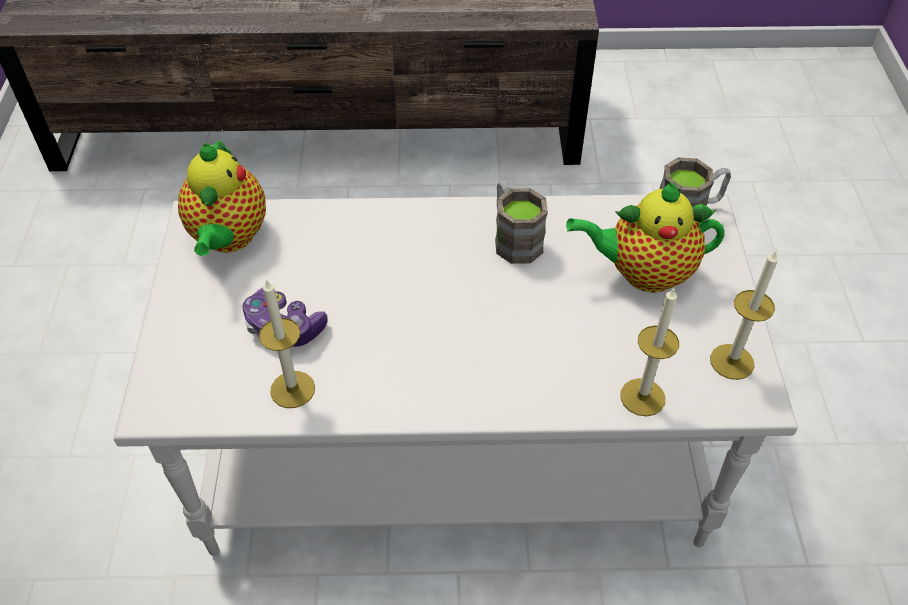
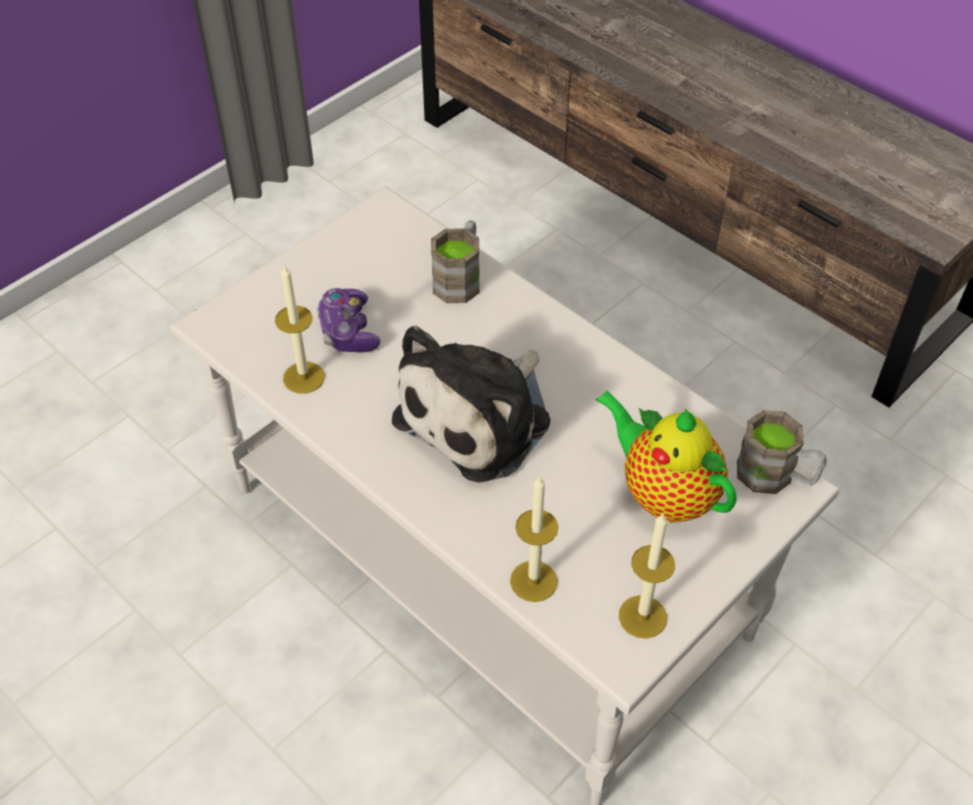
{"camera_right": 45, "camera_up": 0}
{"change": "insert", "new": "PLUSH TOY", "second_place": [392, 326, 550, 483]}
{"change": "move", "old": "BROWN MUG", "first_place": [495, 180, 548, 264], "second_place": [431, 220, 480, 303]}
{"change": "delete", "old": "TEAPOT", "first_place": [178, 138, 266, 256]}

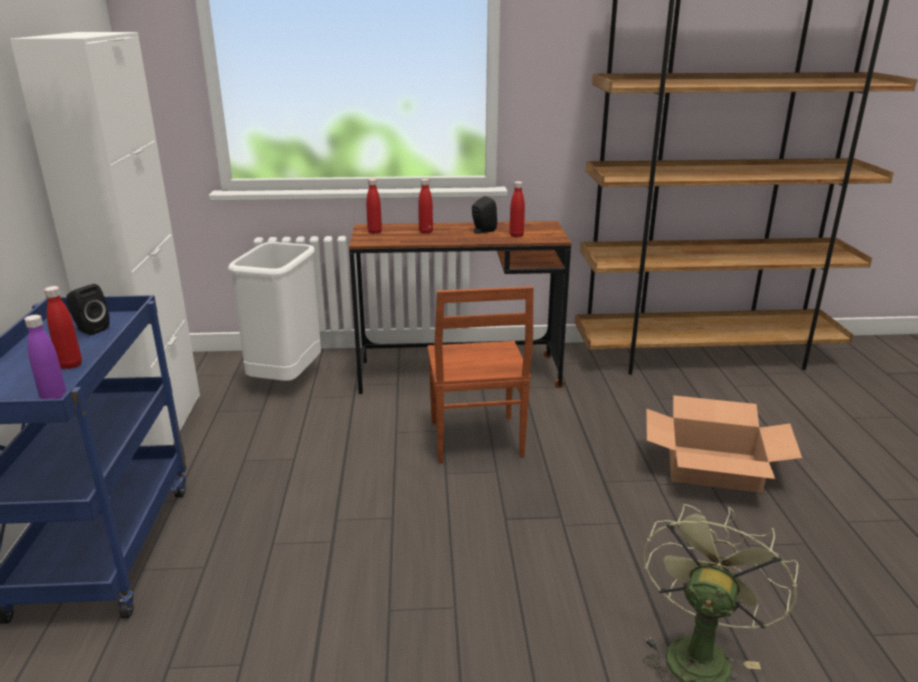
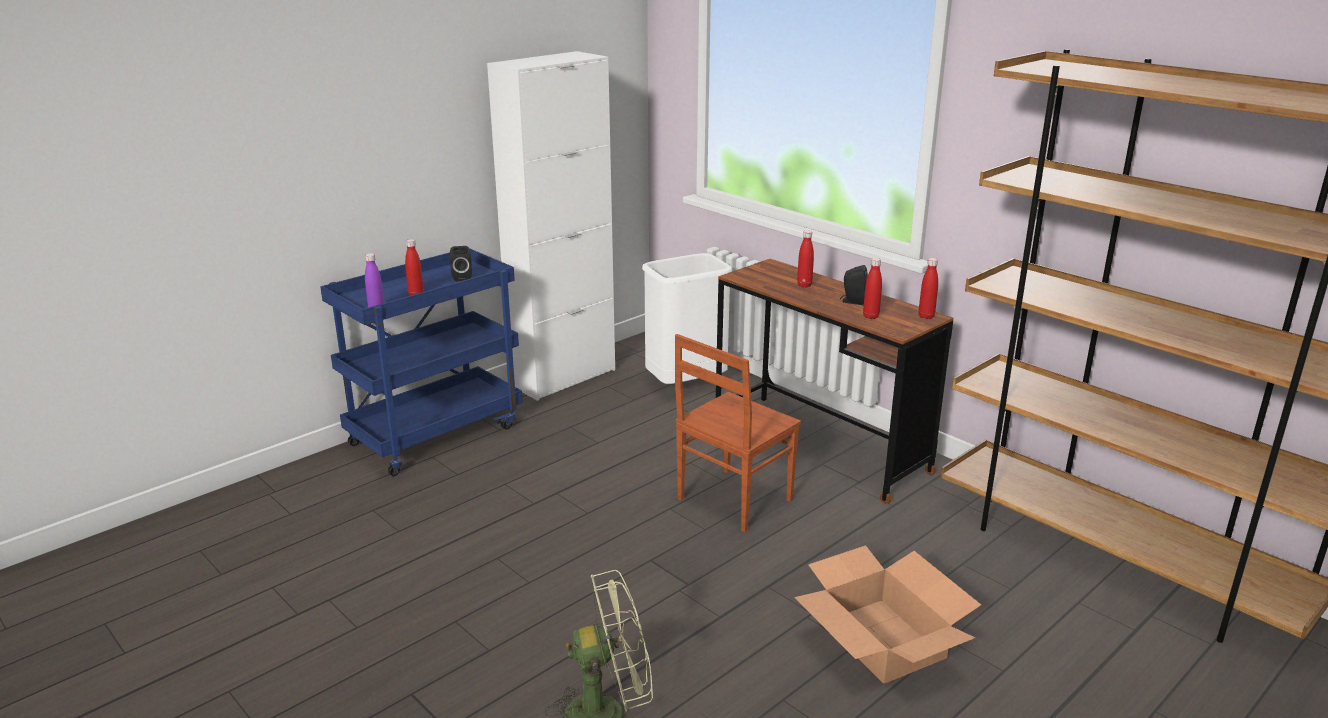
{"camera_right": 50, "camera_up": 0}
{"change": "move", "old": "RED BOTTLE", "first_place": [366, 179, 382, 234], "second_place": [918, 258, 938, 319]}

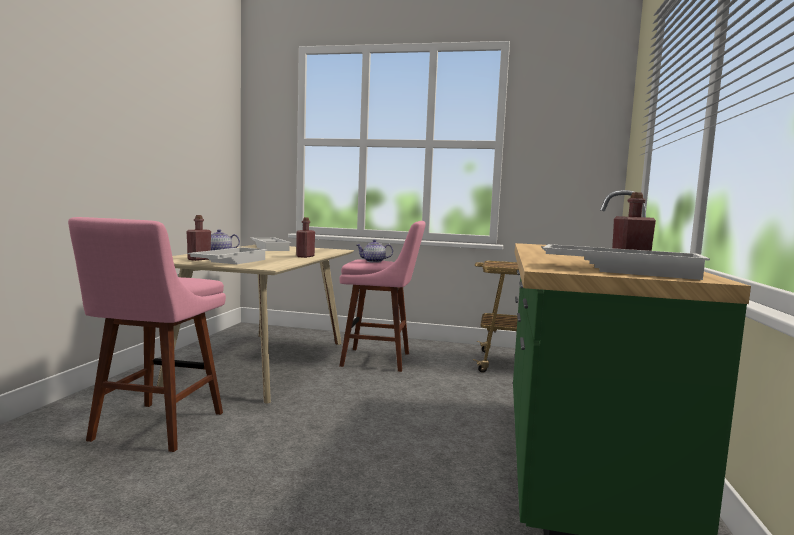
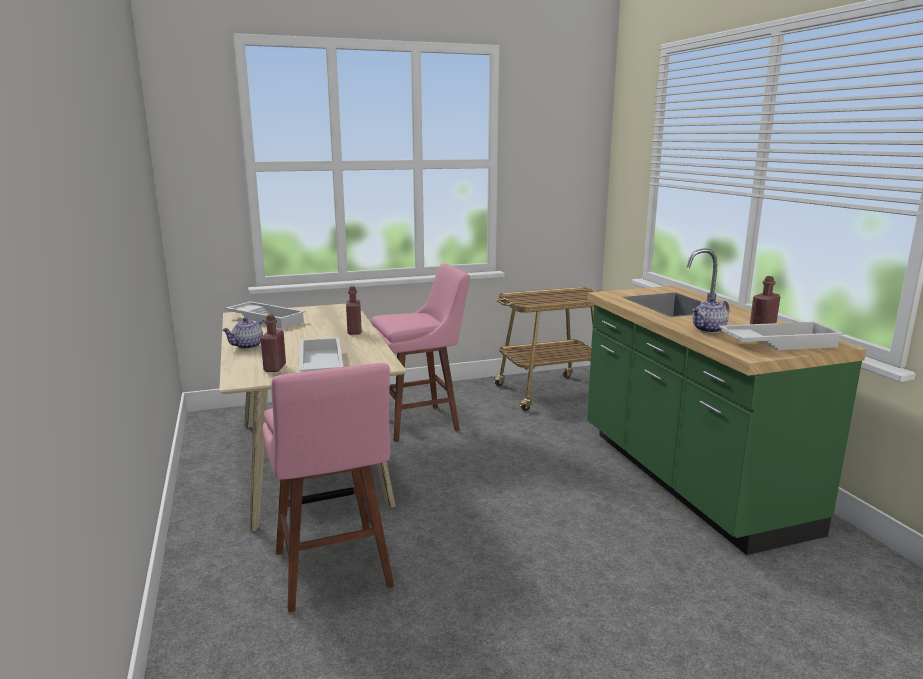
{"camera_right": -30, "camera_up": 10}
{"change": "move", "old": "TEAPOT", "first_place": [357, 239, 393, 263], "second_place": [692, 298, 730, 333]}

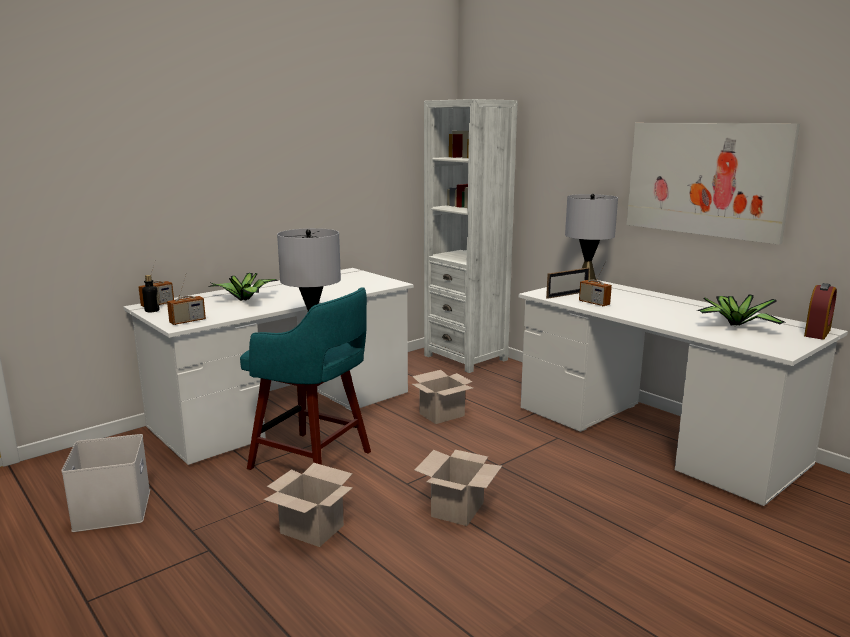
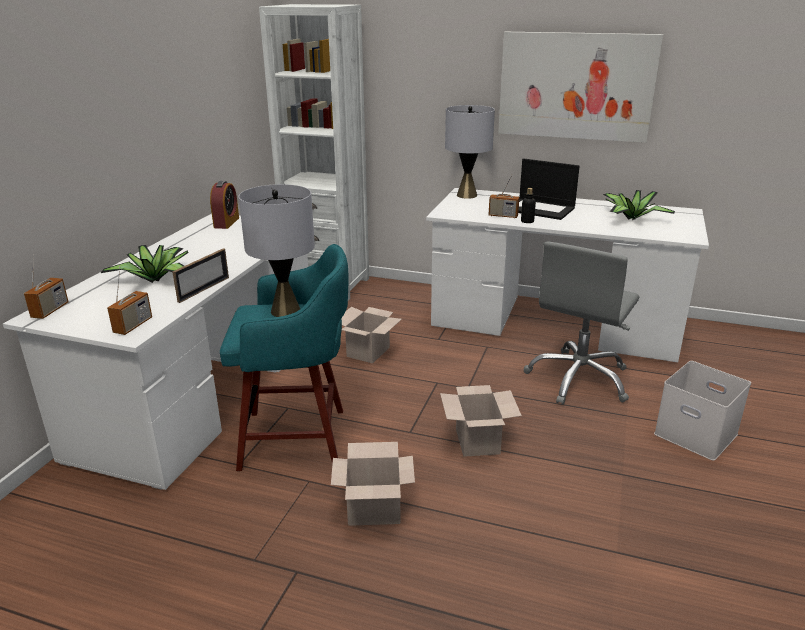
{"camera_right": -30, "camera_up": 10}
{"change": "move", "old": "PICTURE FRAME", "first_place": [546, 268, 589, 299], "second_place": [172, 248, 229, 303]}
{"change": "move", "old": "ALARM CLOCK", "first_place": [804, 283, 837, 340], "second_place": [210, 181, 239, 229]}
{"change": "insert", "new": "LAPTOP", "second_place": [518, 158, 580, 220]}
{"change": "move", "old": "BOTTLE", "first_place": [142, 275, 160, 312], "second_place": [521, 188, 536, 223]}
{"change": "insert", "new": "GREY OFFICE CHAIR", "second_place": [524, 242, 639, 405]}
{"change": "move", "old": "WHITE STORAGE BOX", "first_place": [62, 434, 150, 532], "second_place": [654, 361, 751, 461]}

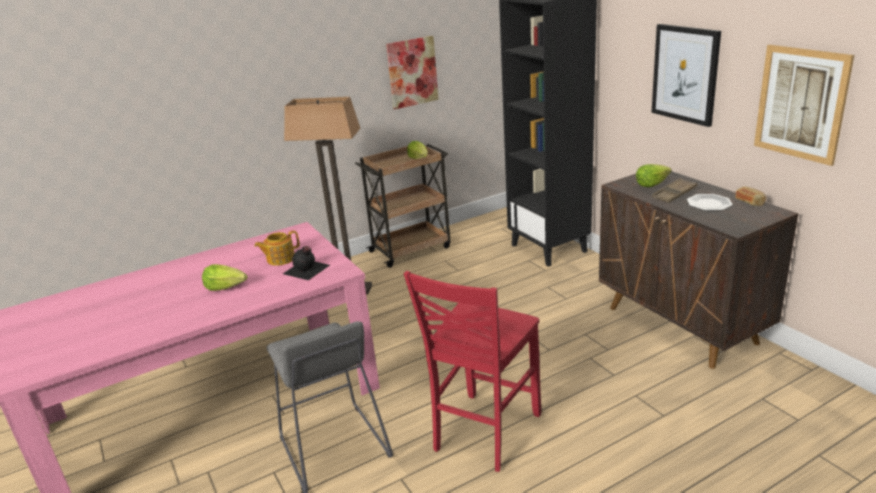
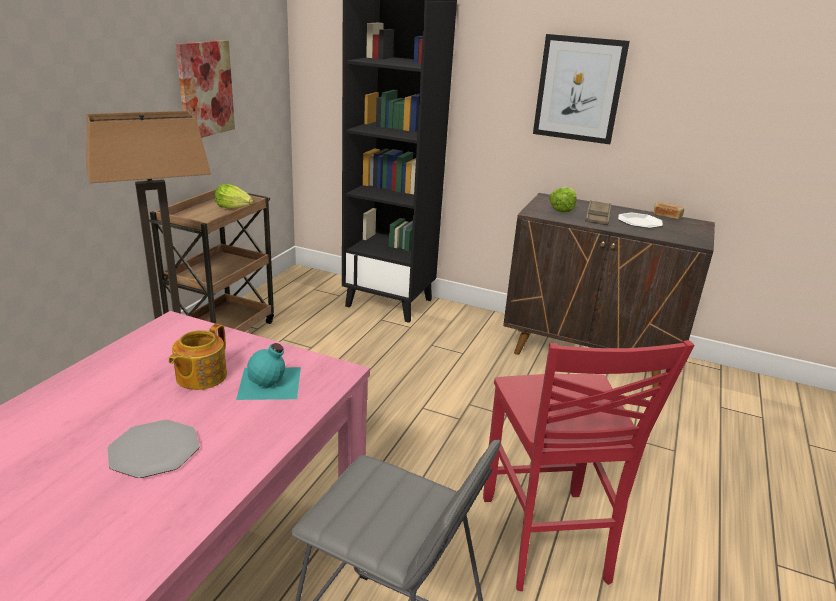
{"camera_right": -40, "camera_up": 0}
{"change": "replace", "old": "LETTUCE", "new": "PLATE", "first_place": [202, 264, 247, 291], "second_place": [107, 420, 200, 478]}
{"change": "recolor", "old": "BLACK BOTTLE", "new": "TURQUOISE BOTTLE", "first_place": [283, 246, 330, 280], "second_place": [236, 343, 301, 400]}
{"change": "delete", "old": "PICTURE", "first_place": [754, 45, 854, 166]}

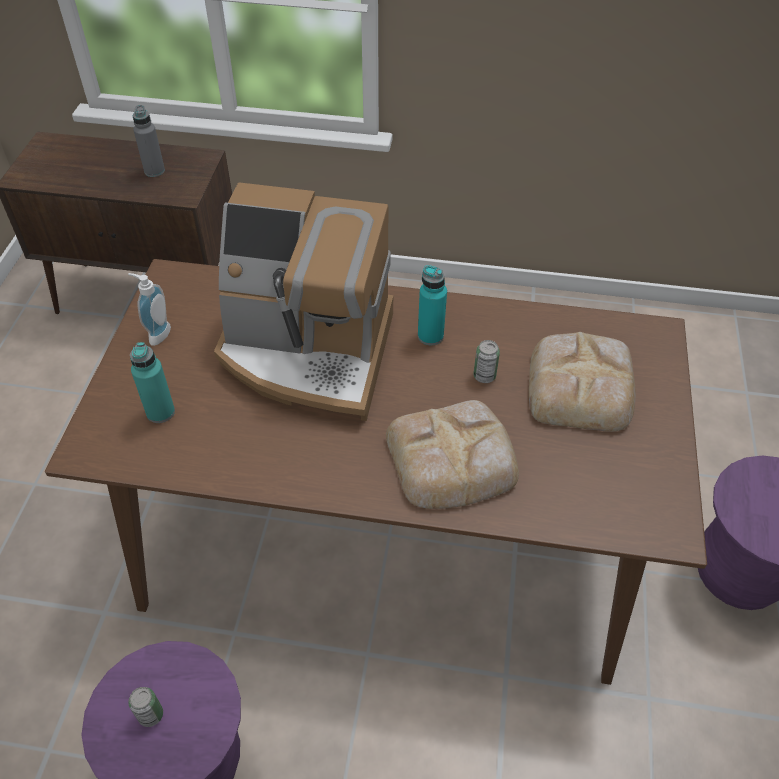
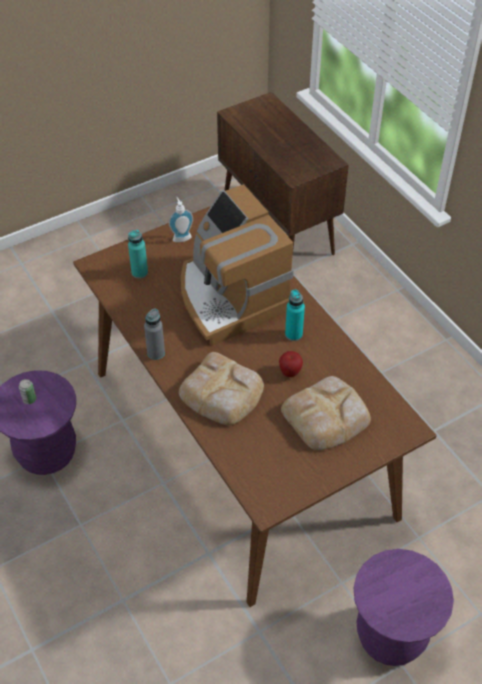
{"camera_right": 50, "camera_up": 0}
{"change": "move", "old": "GREY BOTTLE", "first_place": [133, 105, 165, 177], "second_place": [144, 308, 165, 360]}
{"change": "replace", "old": "CAN", "new": "APPLE", "first_place": [473, 340, 500, 383], "second_place": [279, 351, 303, 377]}

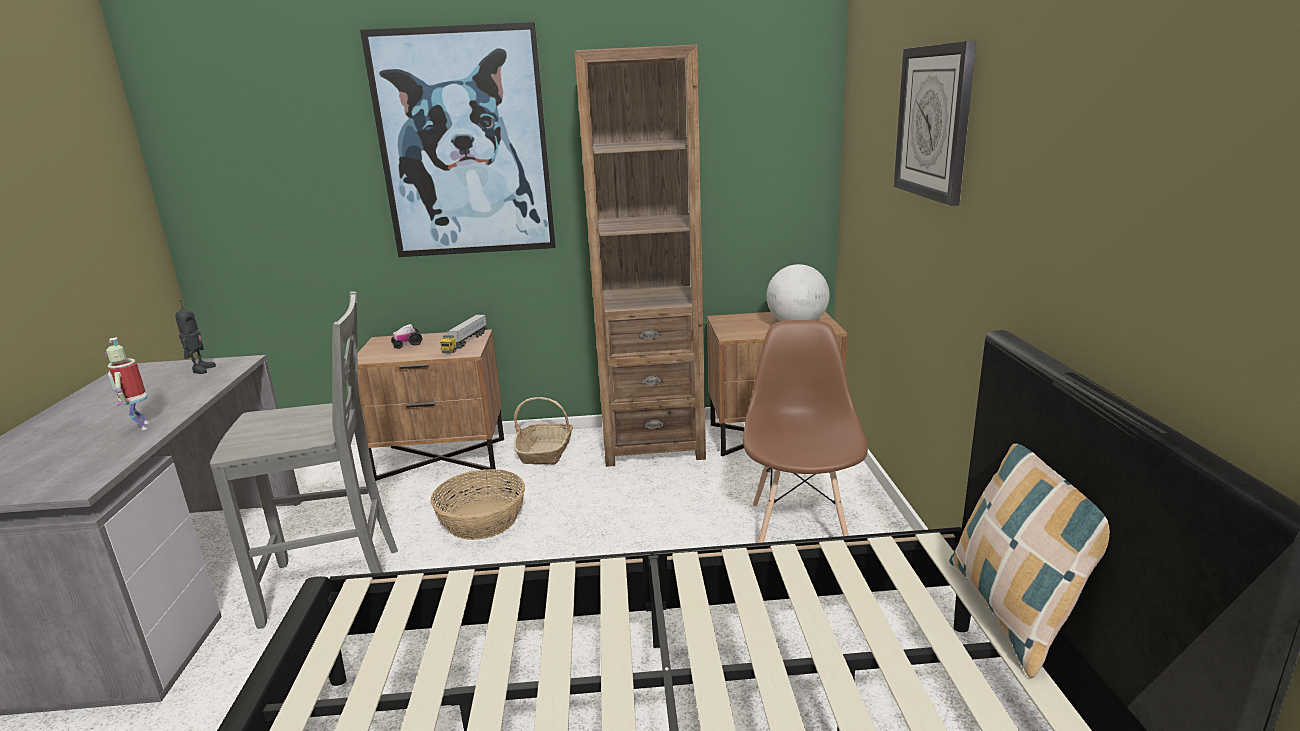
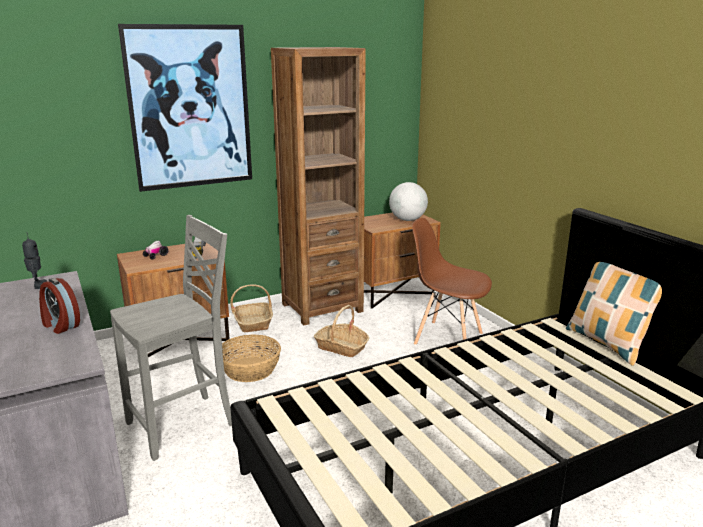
{"camera_right": -25, "camera_up": 0}
{"change": "replace", "old": "TOY ROBOT", "new": "ALARM CLOCK", "first_place": [105, 337, 149, 430], "second_place": [39, 278, 80, 334]}
{"change": "insert", "new": "BASKET", "second_place": [314, 305, 369, 357]}
{"change": "rotate", "old": "BROWN CHAIR", "first_place": [743, 320, 868, 543], "second_place": [412, 218, 492, 346], "degrees": -45}
{"change": "delete", "old": "WALL CLOCK", "first_place": [894, 41, 976, 206]}

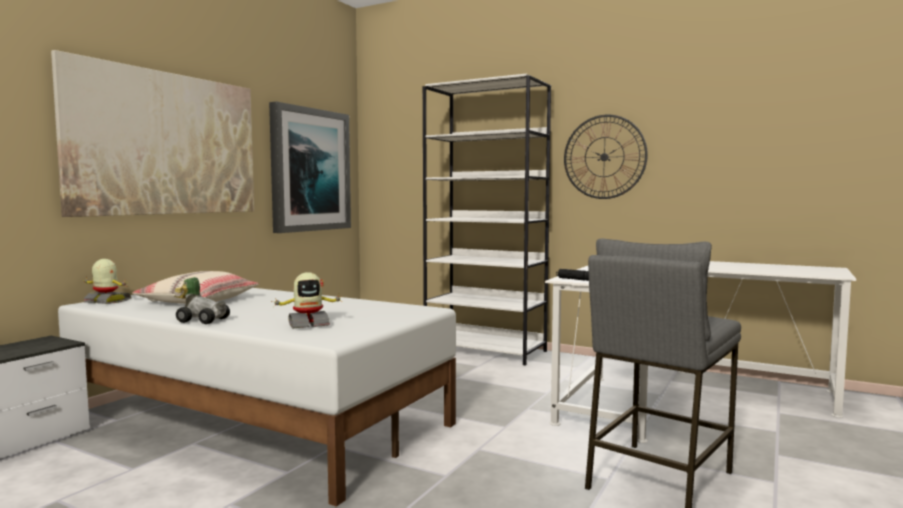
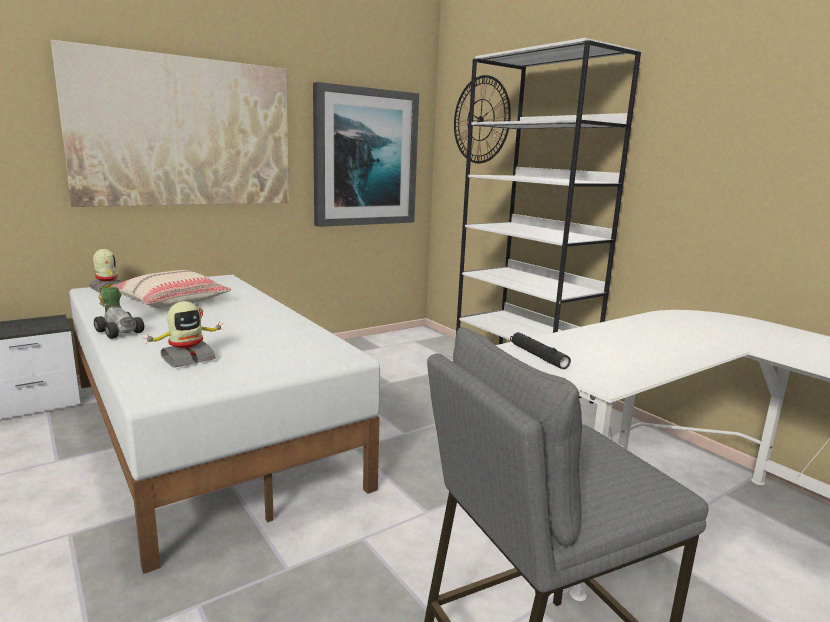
{"camera_right": 25, "camera_up": 10}
{"change": "rotate", "old": "TOY ROBOT", "first_place": [271, 272, 343, 328], "second_place": [142, 301, 224, 367], "degrees": -45}
{"change": "move", "old": "WALL CLOCK", "first_place": [564, 115, 648, 199], "second_place": [454, 75, 511, 163]}

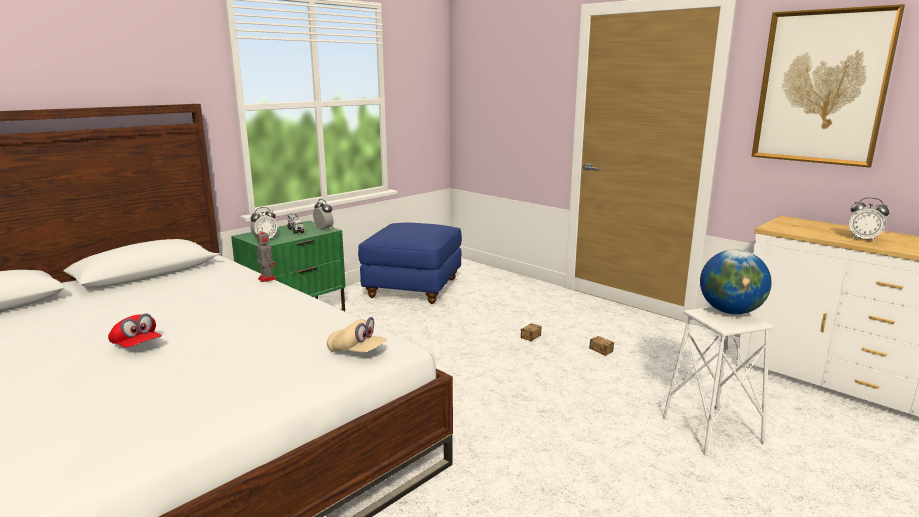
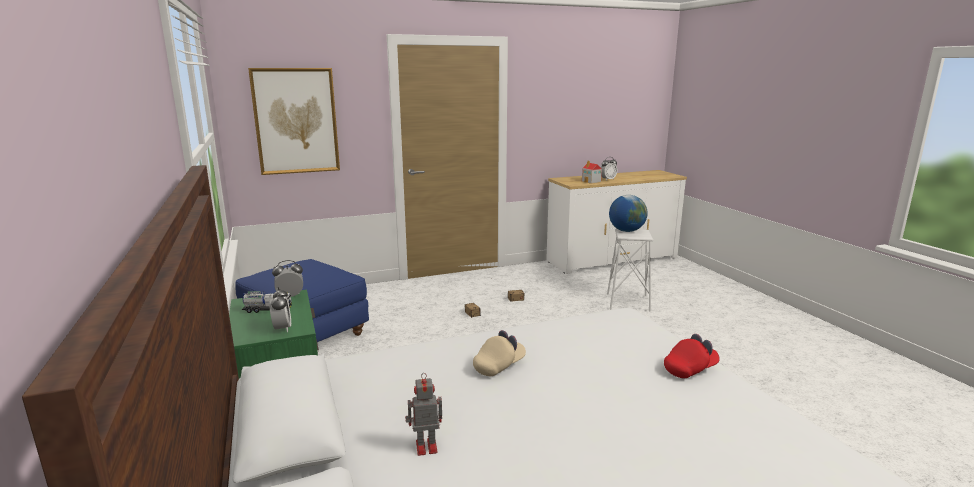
{"camera_right": -65, "camera_up": 0}
{"change": "move", "old": "PICTURE", "first_place": [751, 4, 905, 167], "second_place": [248, 68, 340, 175]}
{"change": "move", "old": "TOY ROBOT", "first_place": [256, 228, 276, 282], "second_place": [405, 373, 442, 456]}
{"change": "move", "old": "BEIGE CAP", "first_place": [327, 317, 387, 352], "second_place": [473, 330, 526, 376]}
{"change": "insert", "new": "TOY HOUSE", "second_place": [582, 161, 602, 184]}
{"change": "move", "old": "RED CAP", "first_place": [108, 313, 162, 347], "second_place": [664, 334, 720, 378]}

